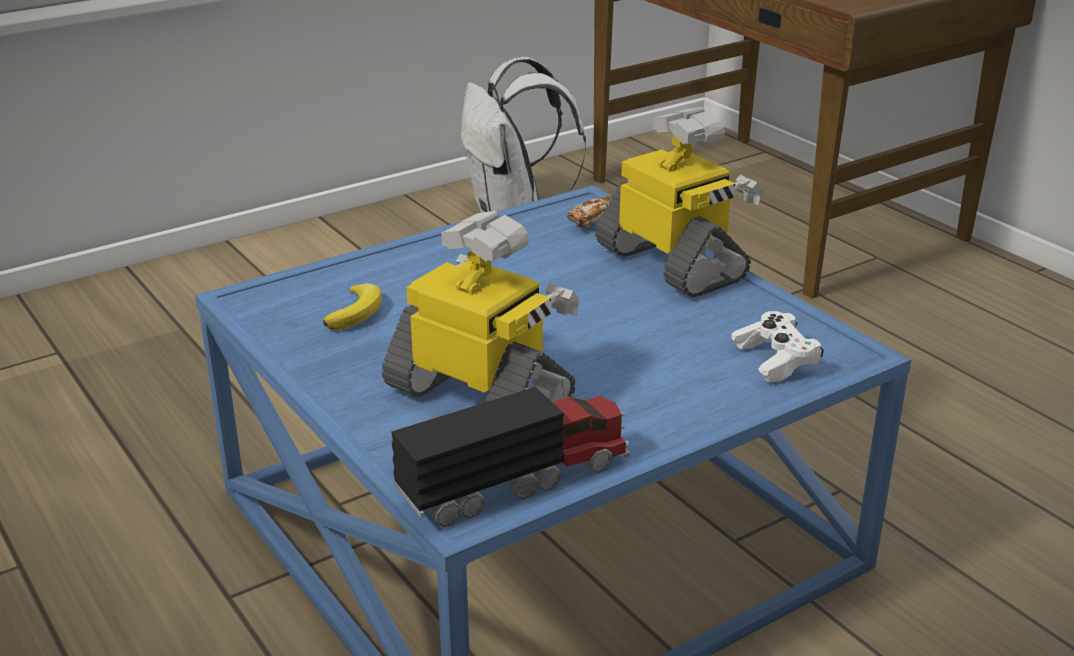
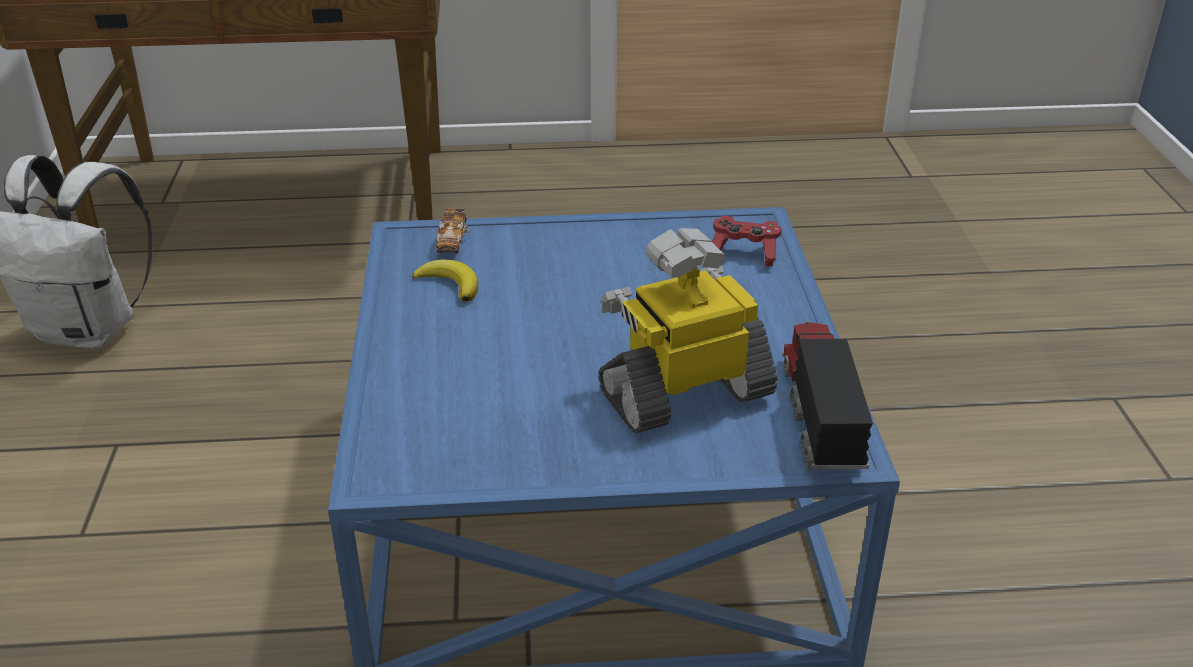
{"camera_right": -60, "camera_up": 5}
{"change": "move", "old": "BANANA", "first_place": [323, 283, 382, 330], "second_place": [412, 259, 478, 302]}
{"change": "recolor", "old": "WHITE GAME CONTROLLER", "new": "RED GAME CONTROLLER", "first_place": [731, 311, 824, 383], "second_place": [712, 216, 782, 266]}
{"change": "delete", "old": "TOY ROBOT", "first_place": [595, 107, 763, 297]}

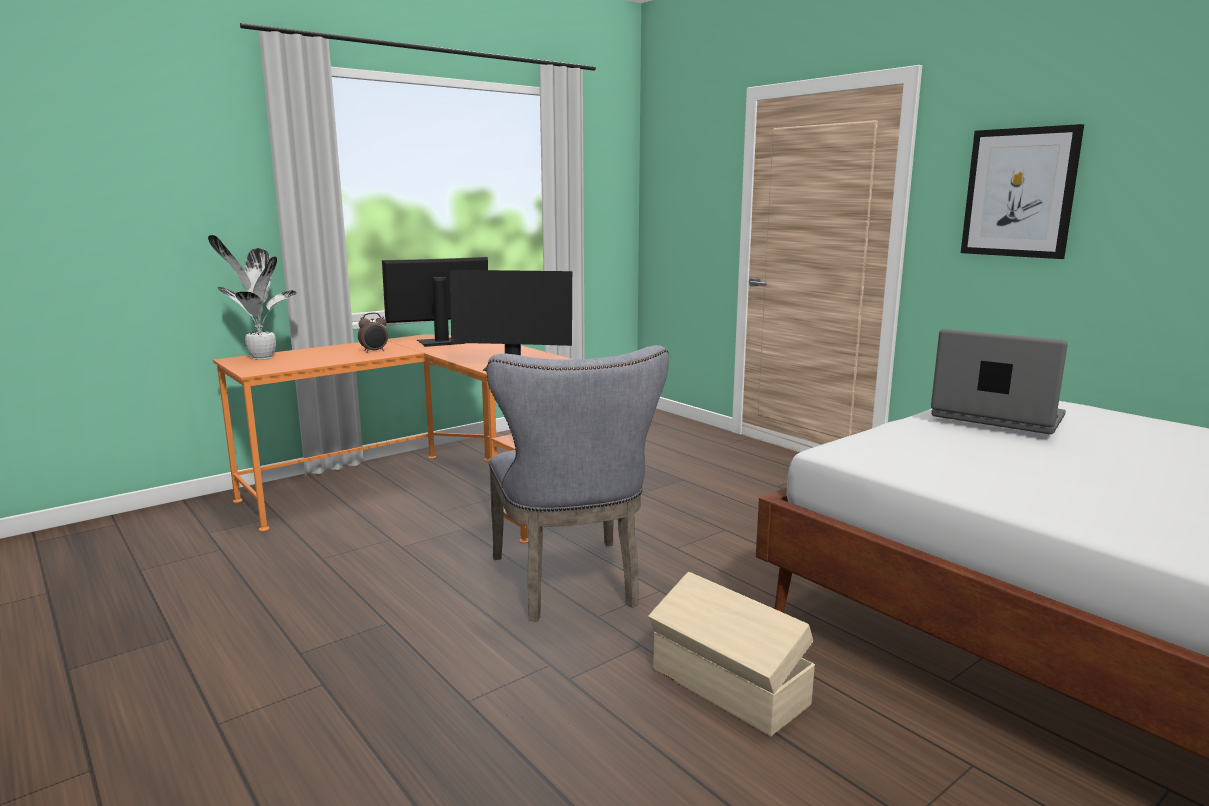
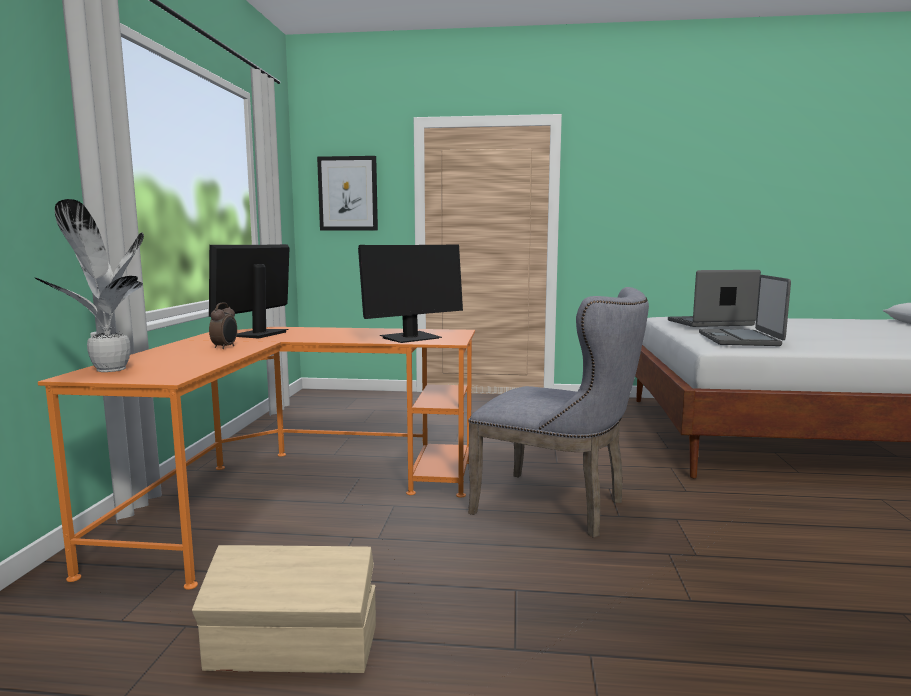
{"camera_right": -45, "camera_up": -5}
{"change": "move", "old": "BEIGE STORAGE BOX", "first_place": [648, 572, 815, 736], "second_place": [192, 545, 376, 673]}
{"change": "move", "old": "PICTURE", "first_place": [961, 124, 1084, 259], "second_place": [317, 156, 378, 231]}
{"change": "insert", "new": "LAPTOP", "second_place": [699, 275, 791, 346]}

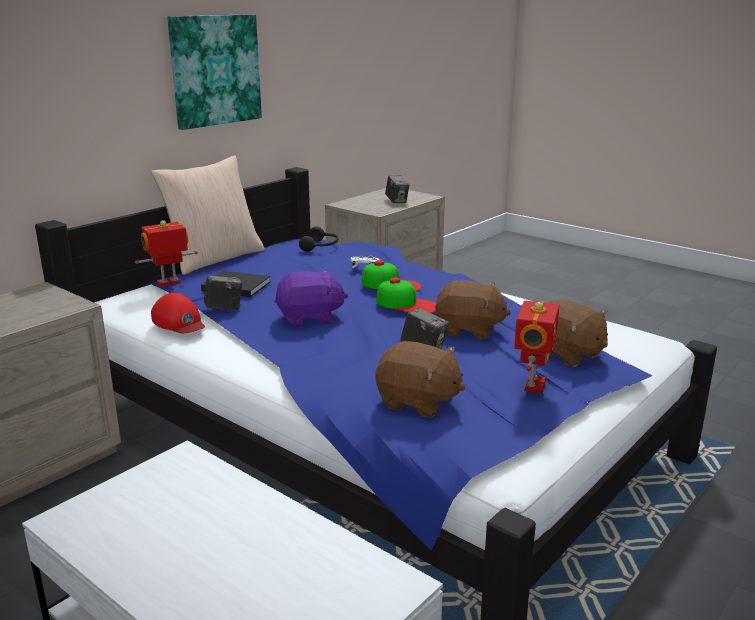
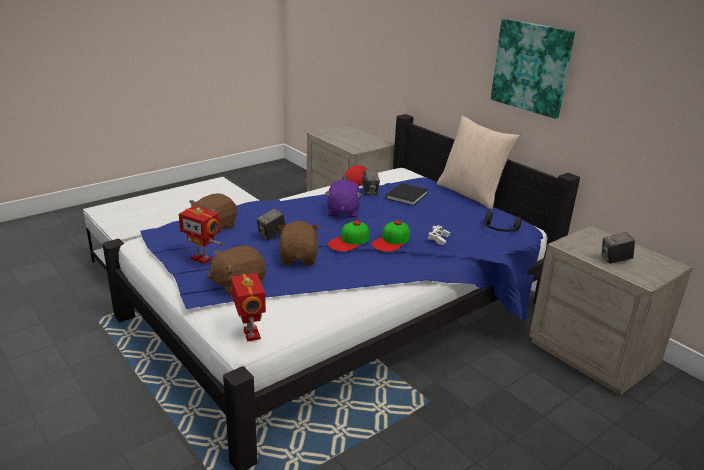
{"camera_right": 100, "camera_up": 5}
{"change": "move", "old": "TOY ROBOT", "first_place": [135, 220, 198, 287], "second_place": [231, 273, 266, 342]}
{"change": "rotate", "old": "BROWN PLUSH TOY", "first_place": [435, 280, 511, 339], "second_place": [278, 221, 320, 265], "degrees": 150}

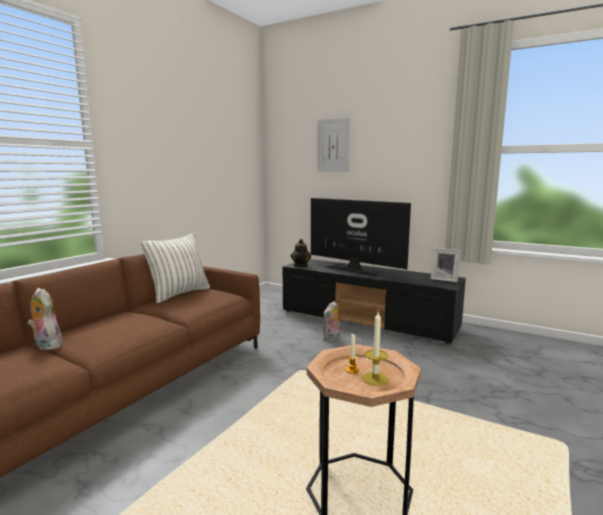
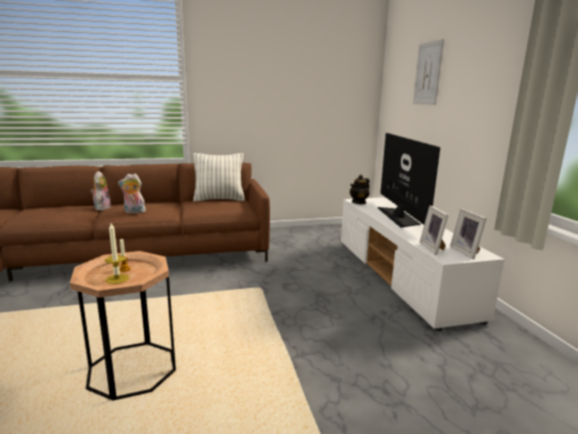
{"camera_right": 45, "camera_up": 5}
{"change": "move", "old": "PLUSH TOY", "first_place": [323, 301, 340, 341], "second_place": [118, 174, 146, 214]}
{"change": "recolor", "old": "BLACK TV STAND", "new": "WHITE TV STAND", "first_place": [283, 259, 466, 345], "second_place": [341, 197, 505, 331]}
{"change": "insert", "new": "PICTURE FRAME", "second_place": [419, 205, 449, 255]}

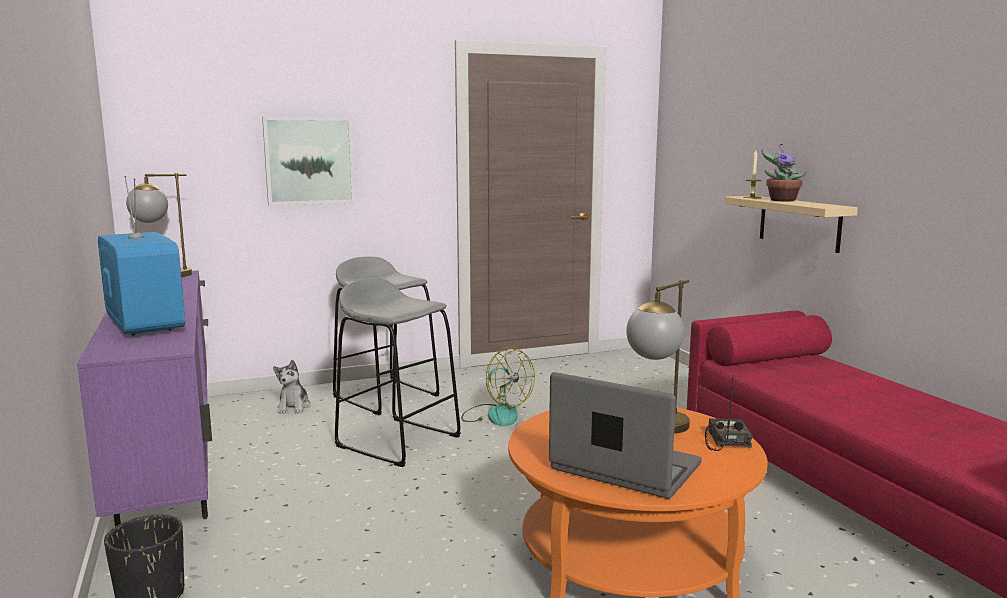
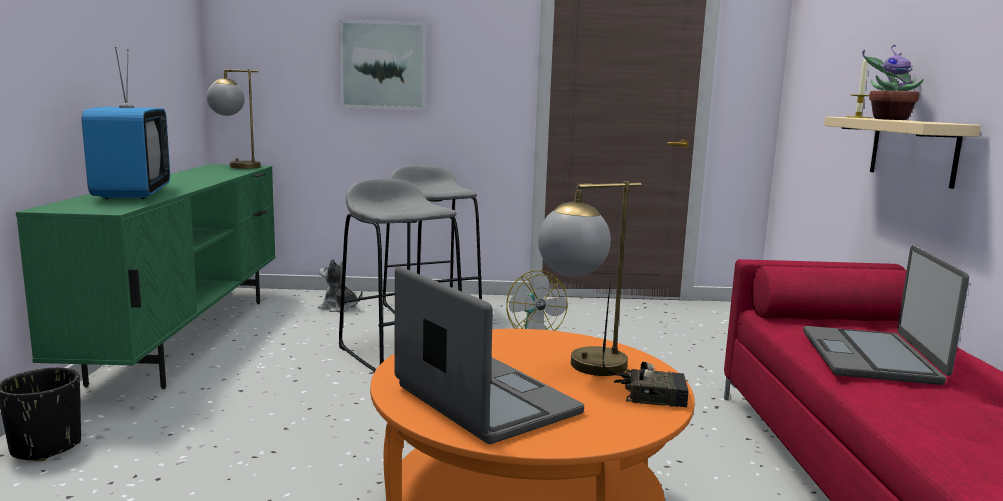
{"camera_right": 20, "camera_up": 0}
{"change": "recolor", "old": "PURPLE TV STAND", "new": "GREEN TV STAND", "first_place": [77, 270, 212, 527], "second_place": [16, 164, 276, 389]}
{"change": "rotate", "old": "PLUSH TOY", "first_place": [273, 360, 311, 414], "second_place": [318, 258, 363, 312], "degrees": 90}
{"change": "rotate", "old": "RADIO", "first_place": [705, 376, 753, 451], "second_place": [602, 284, 689, 407], "degrees": 75}
{"change": "insert", "new": "LAPTOP", "second_place": [803, 246, 969, 385]}

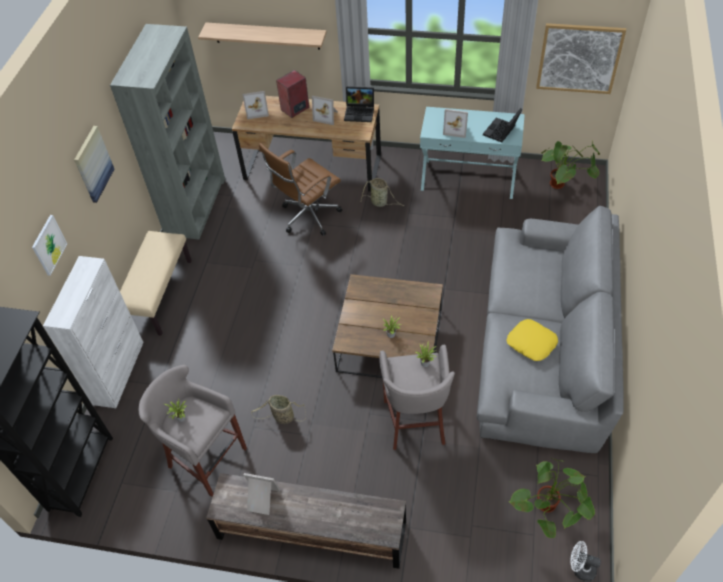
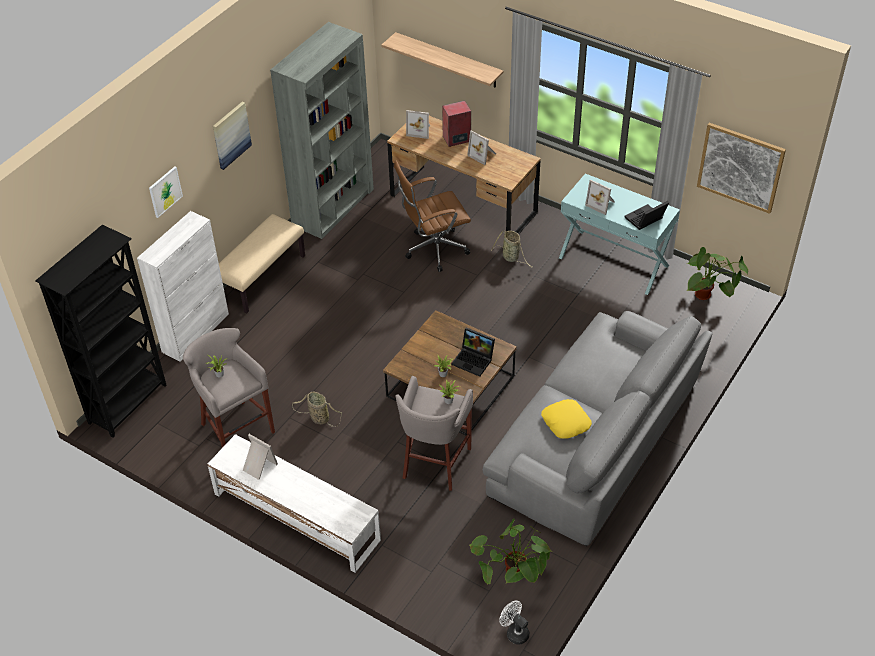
{"camera_right": 20, "camera_up": -5}
{"change": "recolor", "old": "BROWN TV STAND", "new": "WHITE TV STAND", "first_place": [206, 473, 406, 569], "second_place": [207, 434, 381, 573]}
{"change": "move", "old": "LAPTOP", "first_place": [344, 86, 374, 122], "second_place": [451, 328, 495, 377]}

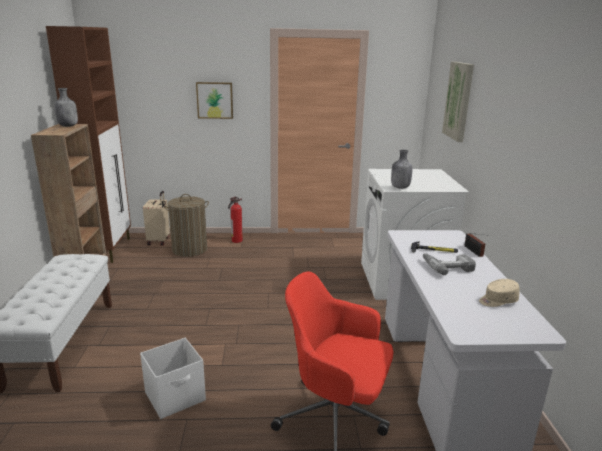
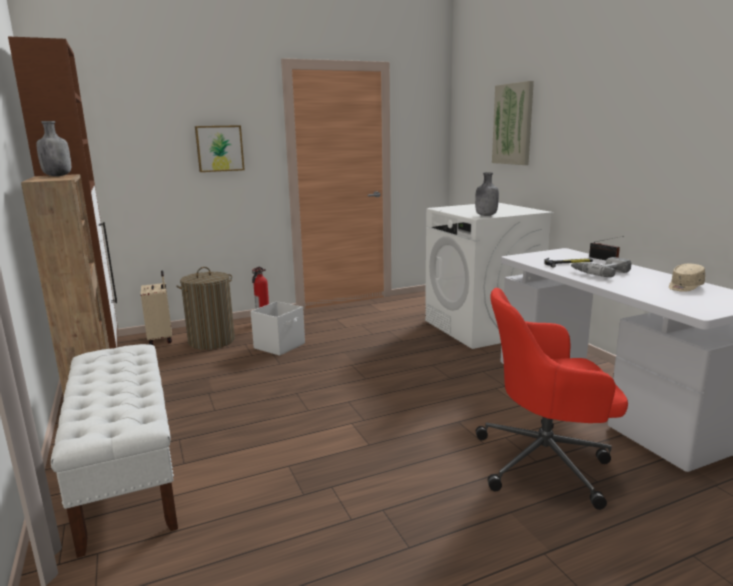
{"camera_right": -20, "camera_up": -5}
{"change": "move", "old": "WHITE STORAGE BOX", "first_place": [140, 338, 206, 419], "second_place": [251, 301, 305, 356]}

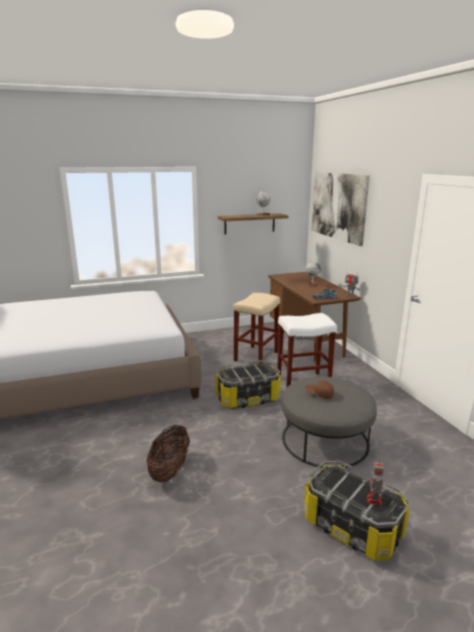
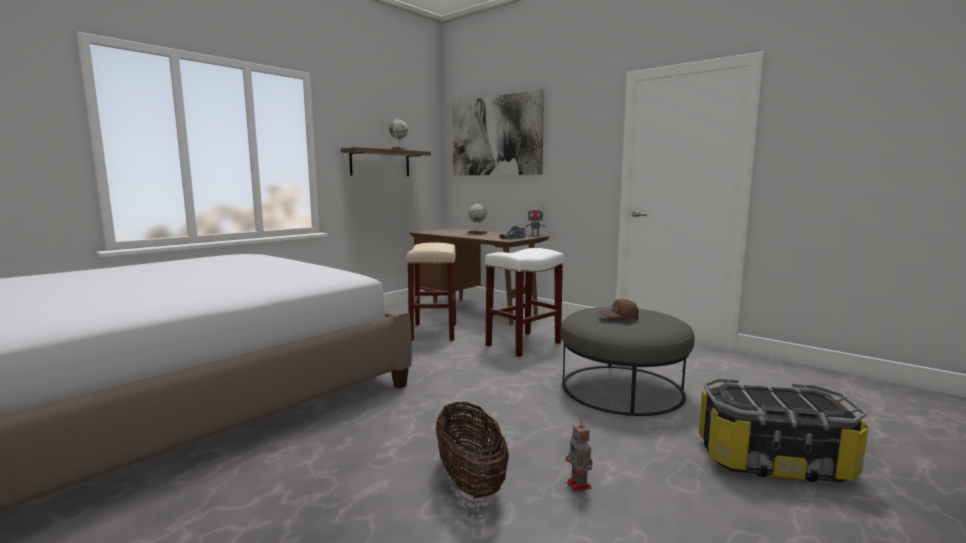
{"camera_right": -30, "camera_up": -10}
{"change": "move", "old": "TOY ROBOT", "first_place": [367, 460, 384, 505], "second_place": [566, 420, 593, 492]}
{"change": "delete", "old": "STORAGE BOX", "first_place": [216, 360, 281, 409]}

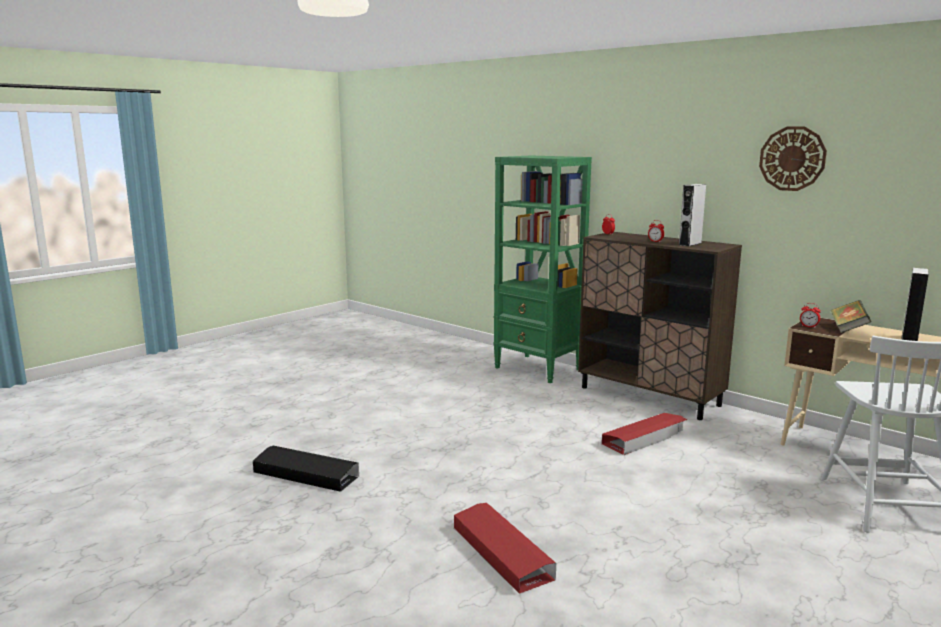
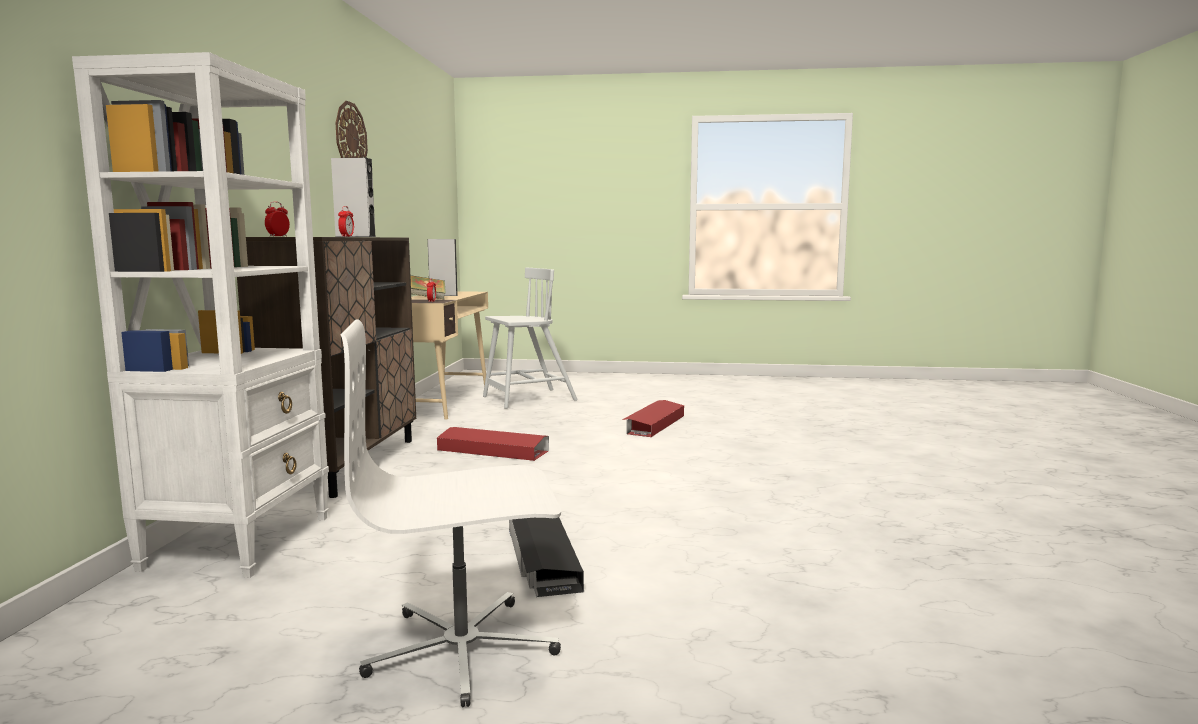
{"camera_right": -125, "camera_up": -5}
{"change": "recolor", "old": "GREEN BOOKCASE", "new": "WHITE BOOKCASE", "first_place": [493, 156, 592, 383], "second_place": [72, 52, 329, 578]}
{"change": "insert", "new": "WHITE OFFICE CHAIR", "second_place": [340, 319, 561, 708]}
{"change": "move", "old": "BLACK STORAGE BOX", "first_place": [253, 446, 359, 492], "second_place": [509, 517, 585, 597]}
{"change": "move", "old": "RED STORAGE BOX", "first_place": [454, 503, 556, 594], "second_place": [622, 400, 684, 437]}

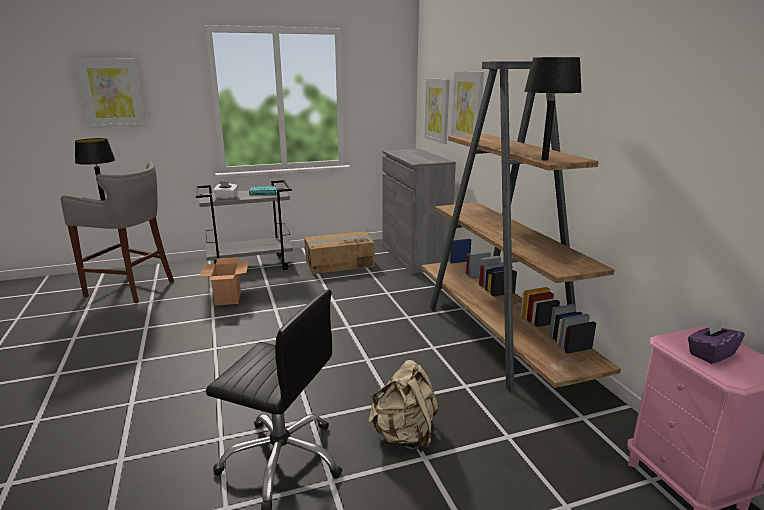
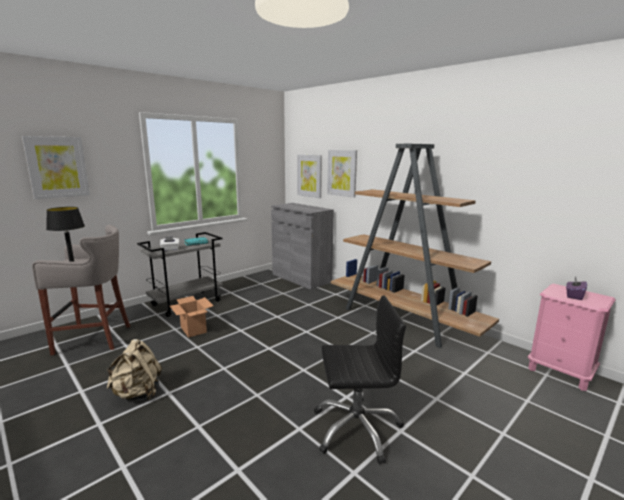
{"camera_right": -25, "camera_up": -5}
{"change": "move", "old": "BEIGE BACKPACK", "first_place": [368, 360, 439, 452], "second_place": [106, 339, 162, 400]}
{"change": "delete", "old": "CARDBOARD BOX", "first_place": [304, 232, 375, 274]}
{"change": "delete", "old": "BLACK TABLE LAMP", "first_place": [524, 57, 582, 161]}

